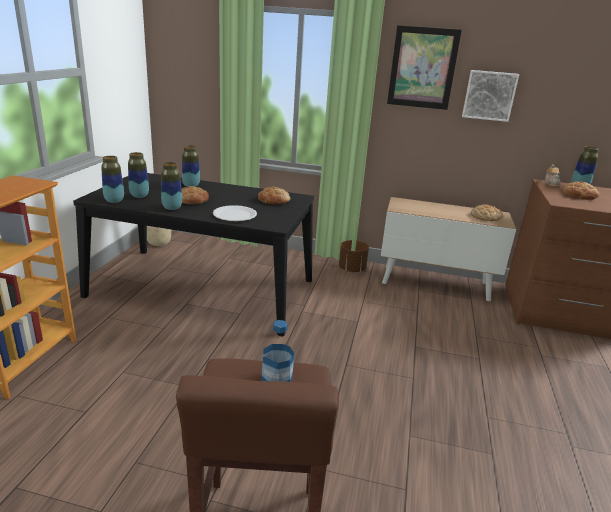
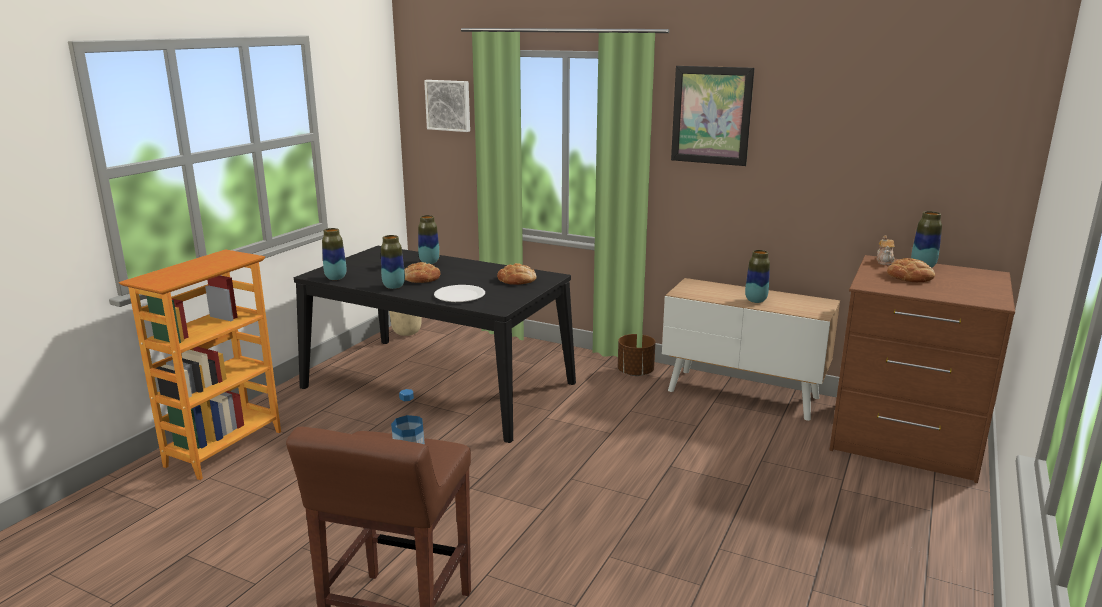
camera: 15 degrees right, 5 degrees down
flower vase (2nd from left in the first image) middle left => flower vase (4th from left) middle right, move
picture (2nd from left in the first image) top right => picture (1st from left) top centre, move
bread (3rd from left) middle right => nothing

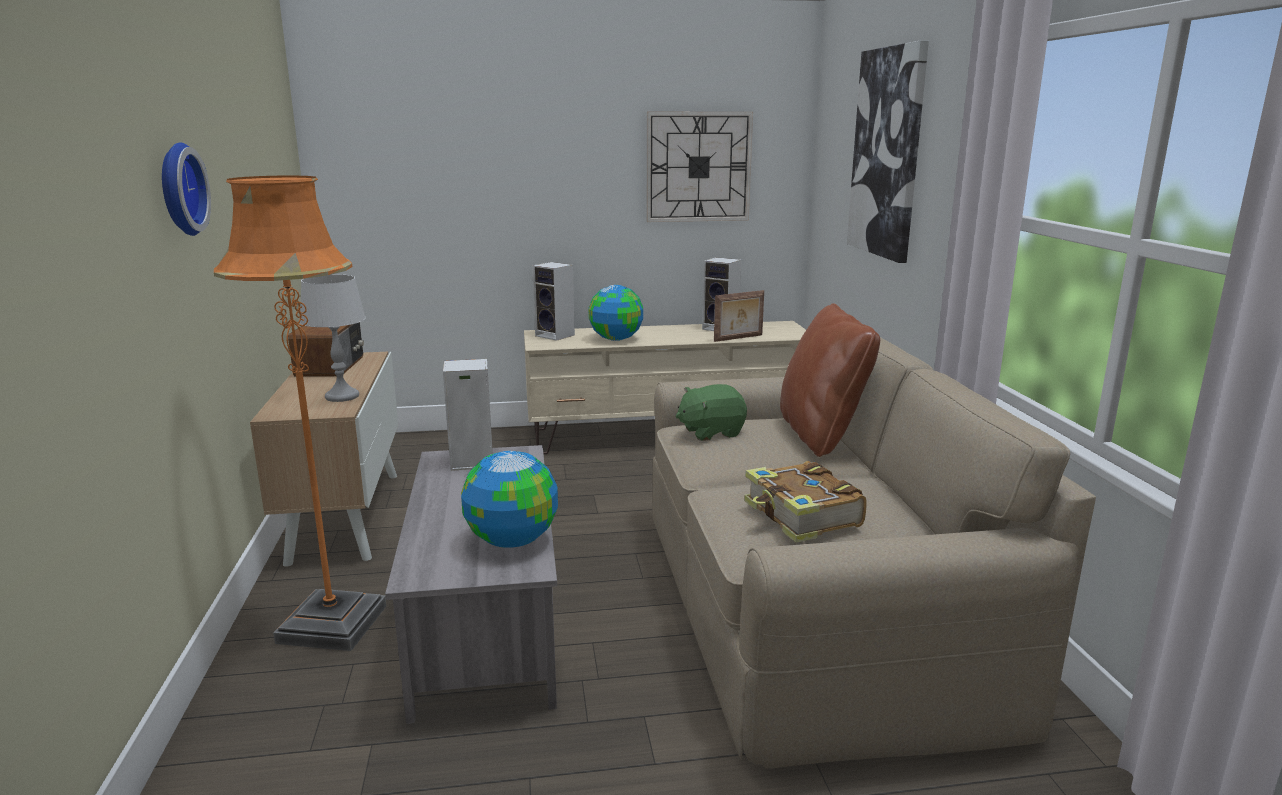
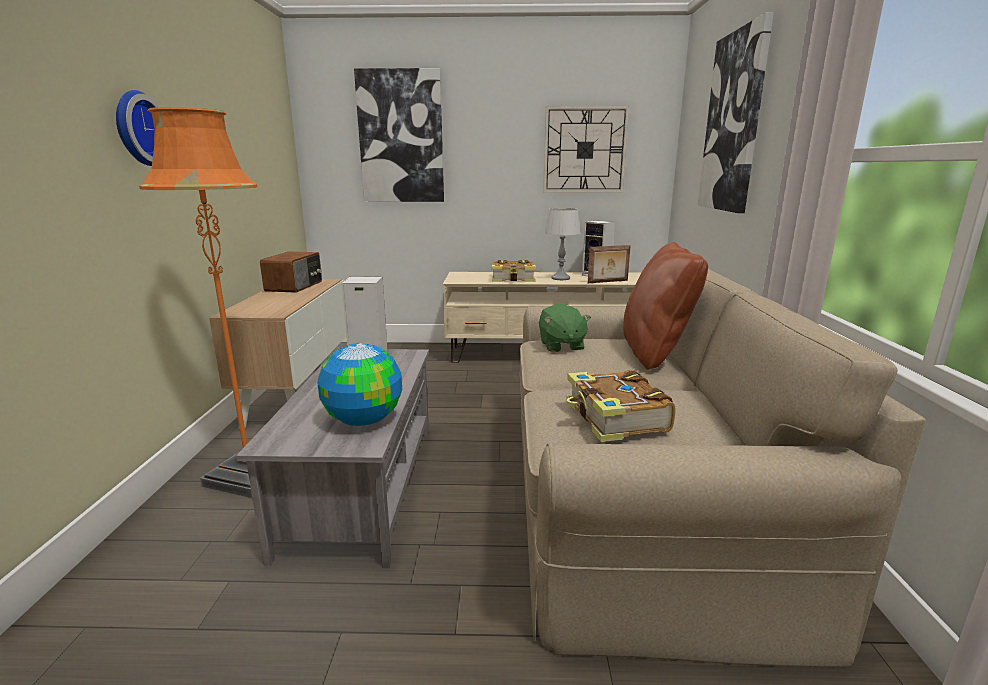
camera: 10 degrees right, 0 degrees up
greyish tabletop lamp middle left => greyish tabletop lamp centre, move
loudspeaker (2nd from left) centre => nothing
world globe (2nd from left) centre => volume (1st from left) centre
green-coloured soft toy centre, 90 degrees counterclockwise
nothing => picture (1st from left) top centre

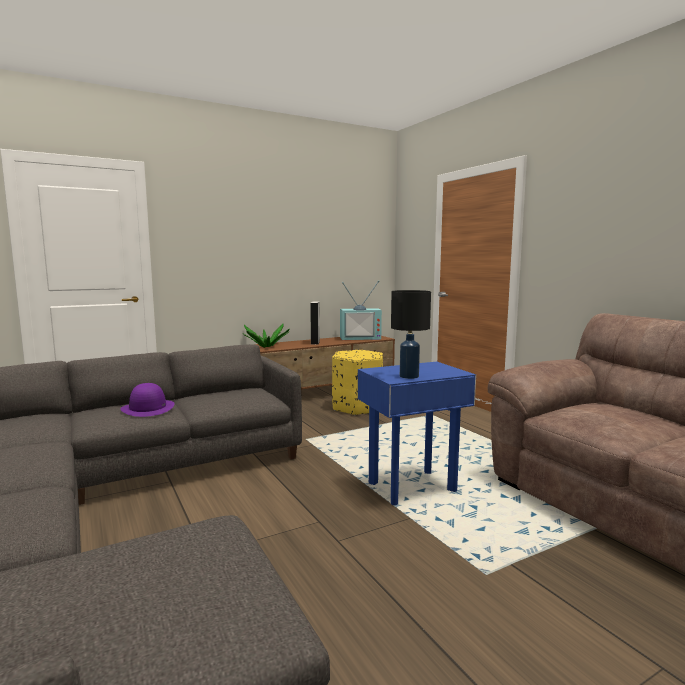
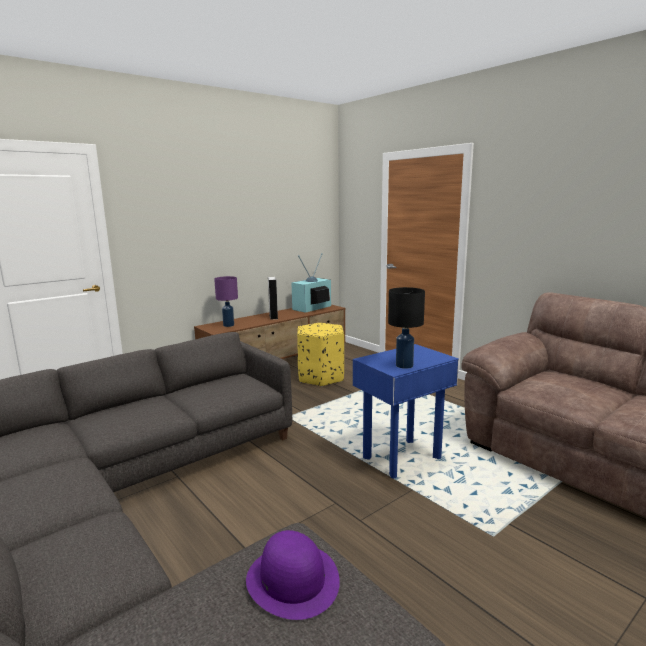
camera: 10 degrees left, 5 degrees up
purplish clothing hat middle left => purplish clothing hat bottom centre, move
plant in a pot centre => purplish tabletop lamp centre
TV set centre, 150 degrees clockwise

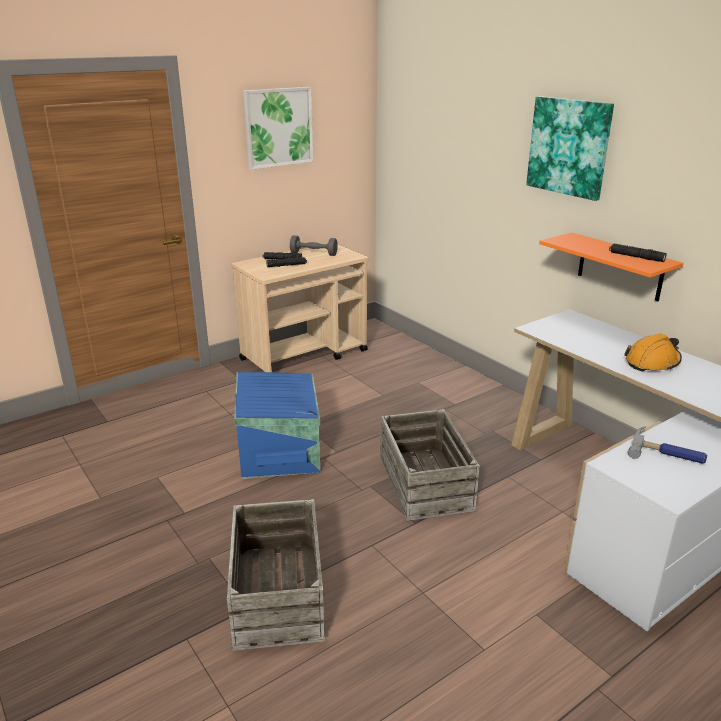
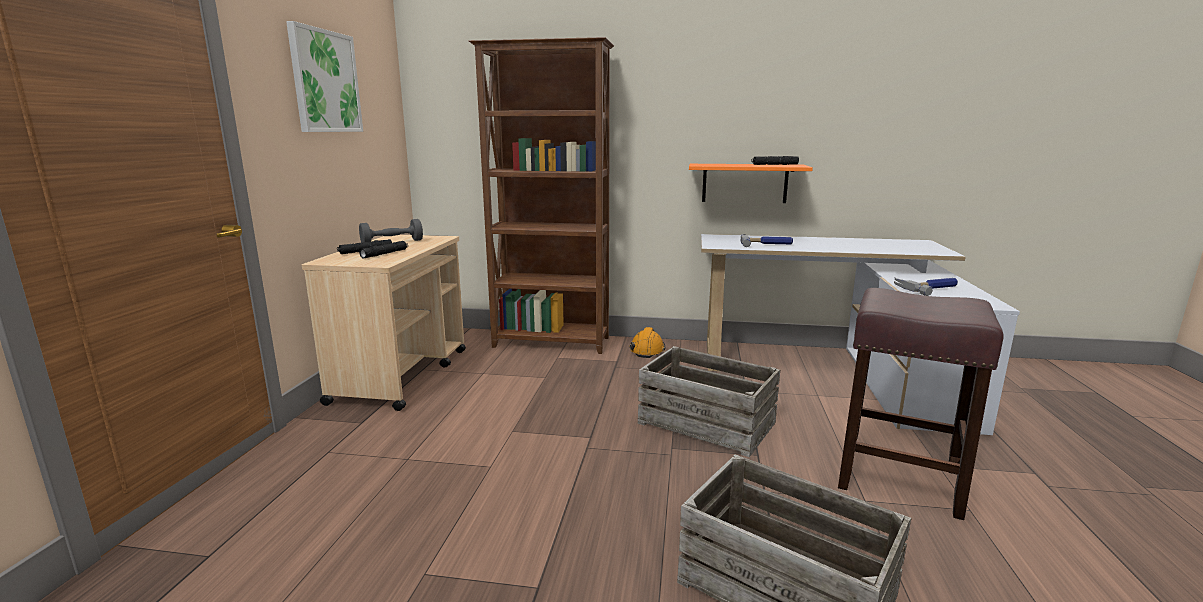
camera: 45 degrees left, 10 degrees down
blue-coloured storage container centre => nothing
picture (2nd from left) top right => nothing
orangey safety helmet middle right => orangey safety helmet centre, move
nothing => brown shelving unit top centre
nothing => hand hammer (1st from left) centre
nothing => brown stool seat bottom right

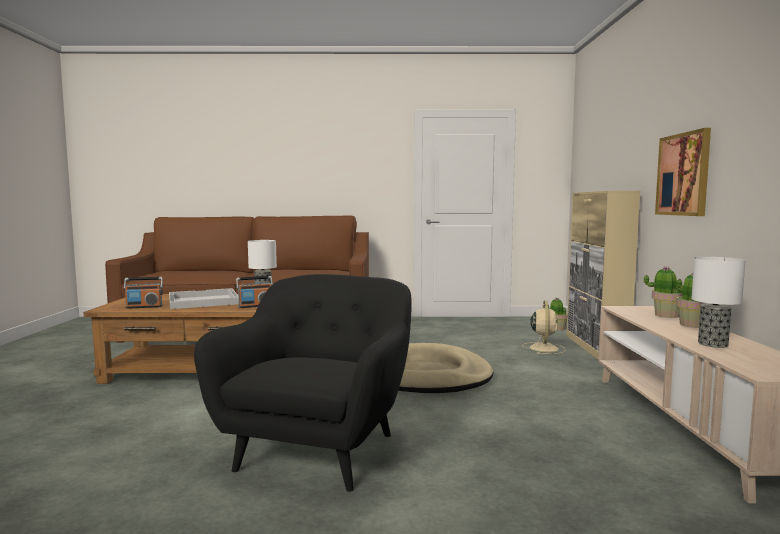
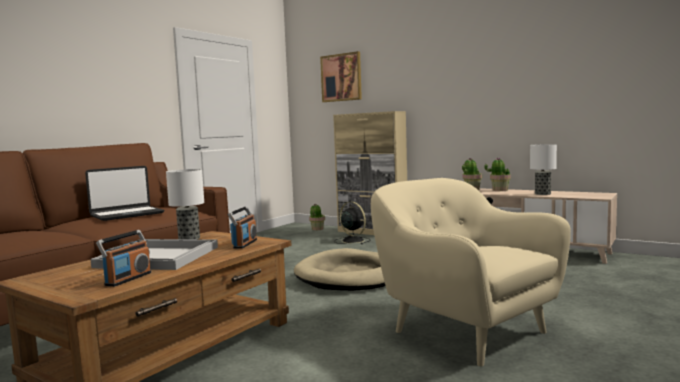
camera: 55 degrees left, 0 degrees up
black lounge chair bottom centre => beige-coloured lounge chair bottom right
beige-coloured cooling fan middle right => black cooling fan centre
picture top right => picture top centre, move
nothing => portable computer middle left

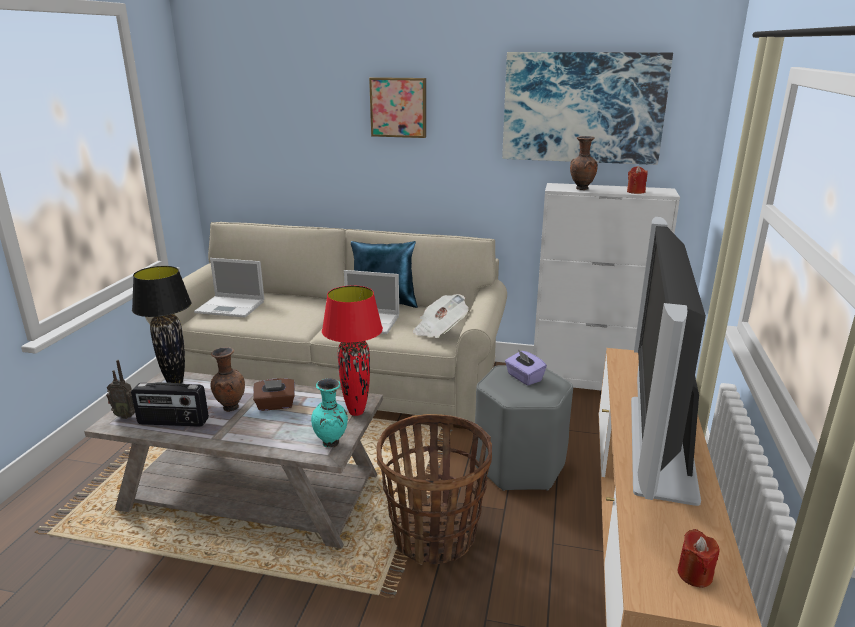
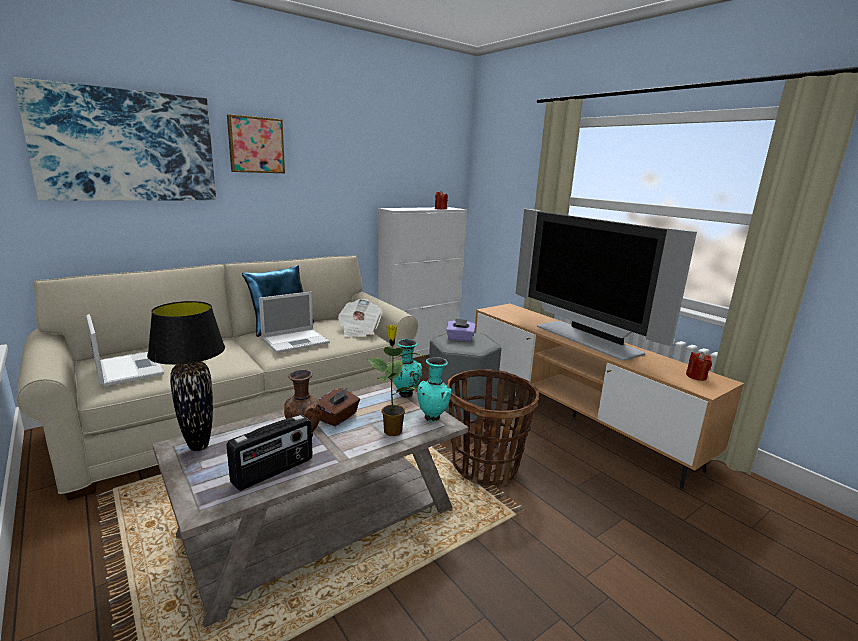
camera: 50 degrees left, 5 degrees down
radio set (1st from left) middle left => nothing
portable computer (1st from left) middle left, 90 degrees counterclockwise
red-coloured tabletop lamp centre => blue-green flower vase (1st from left) centre
picture (2nd from left in the first image) top right => picture (1st from left) top left, move
brown flower vase (2nd from left) top right => nothing
nothing => plant in a pot centre

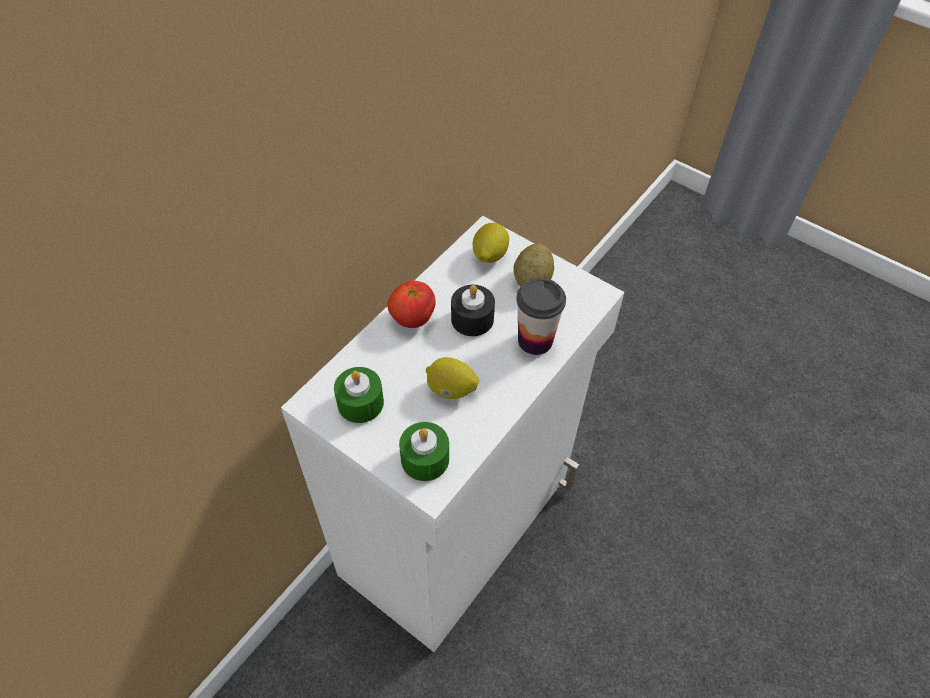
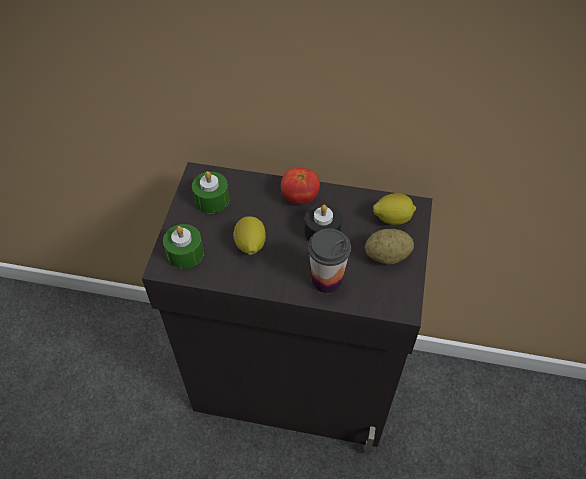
camera: 65 degrees right, 0 degrees up
white cabinet centre => black cabinet centre

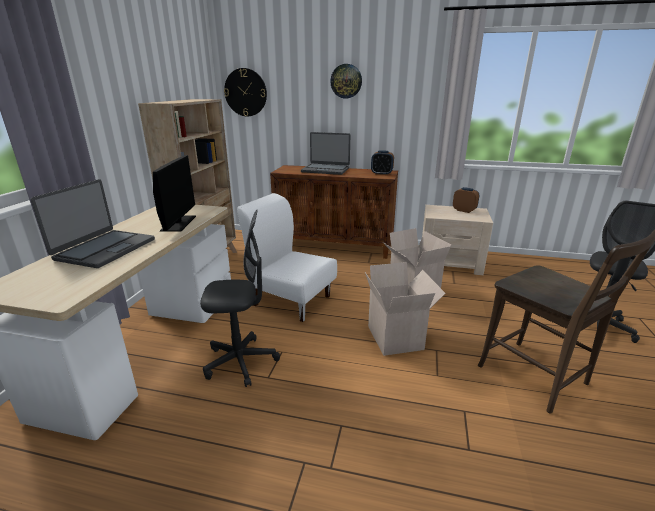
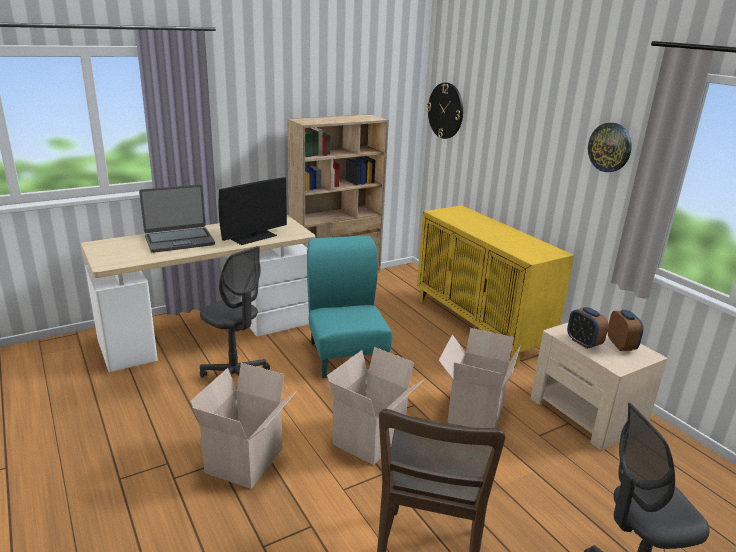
camera: 45 degrees right, 0 degrees up
white plain chair centre => blue-green plain chair centre
brown cabinet centre => yellow-coloured cabinet middle right
portable computer (2nd from left) top centre => nothing
clock on the wall (2nd from left) top centre => clock on the wall (2nd from left) top right, move
bedside clock (1st from left) top centre => bedside clock (1st from left) middle right, move
nothing => packing box (1st from left) bottom left

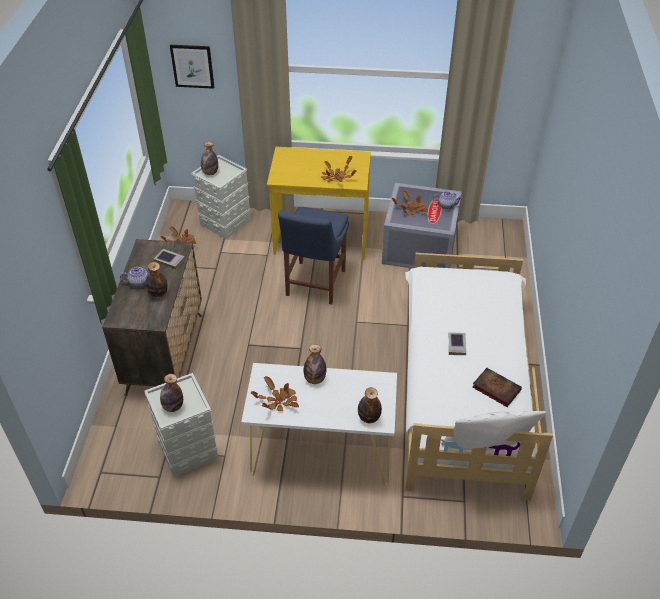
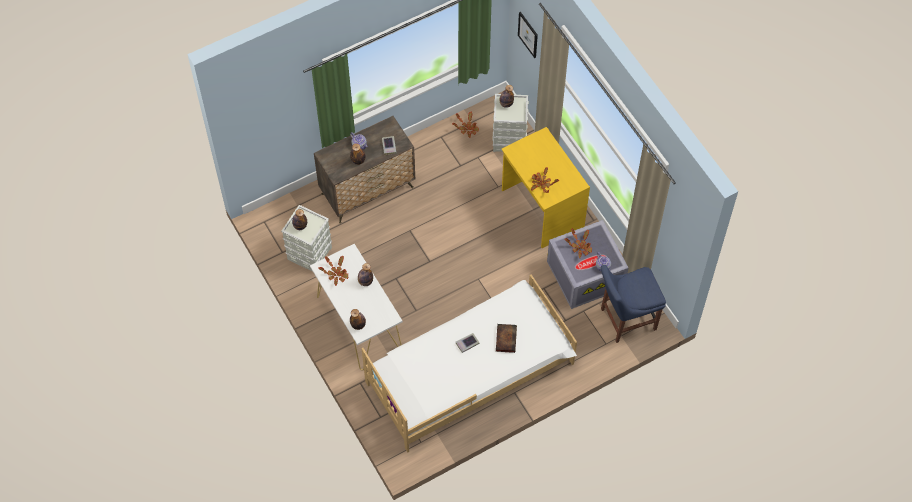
camera: 55 degrees right, 15 degrees up
blue-coloured plain chair centre => blue-coloured plain chair middle right, move
white pillow bottom right => nothing
volume (3rd from left) middle right => volume (3rd from left) bottom centre, move

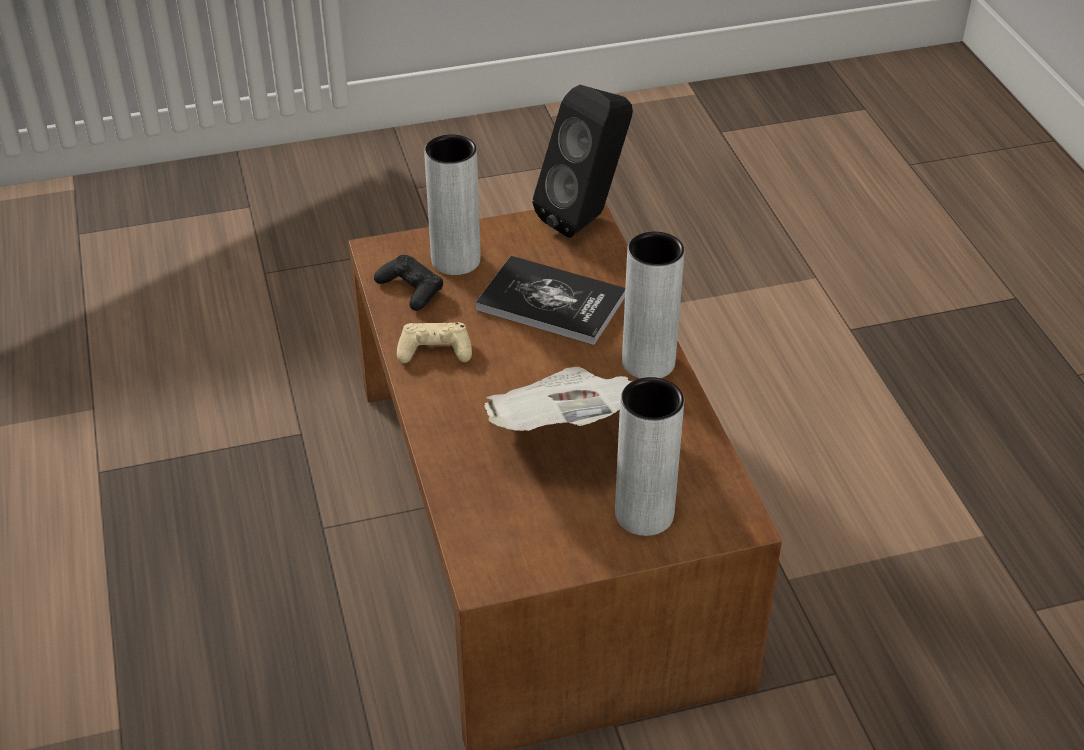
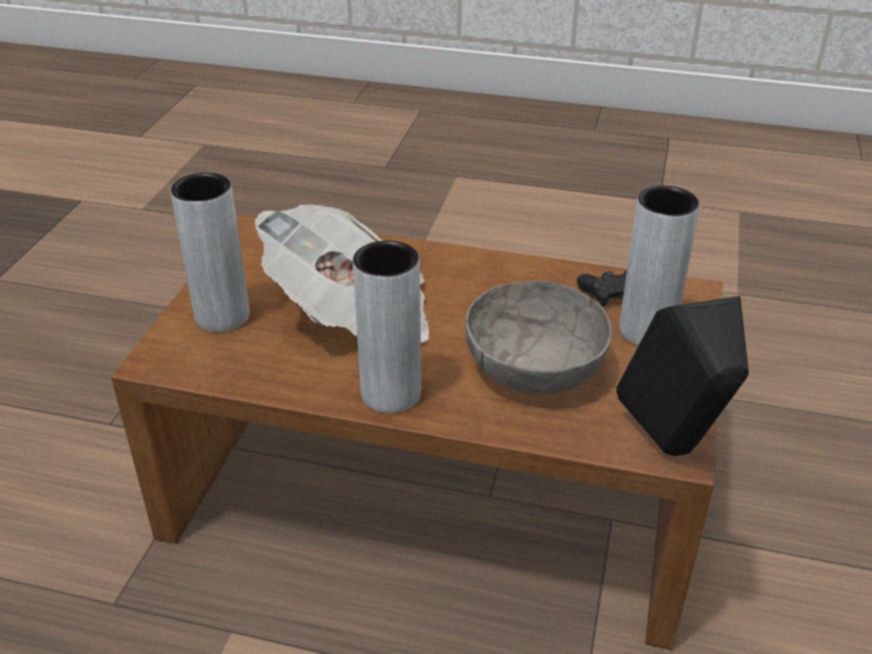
camera: 120 degrees right, 5 degrees down
beige-coloured gamepad centre => nothing
volume centre => greyish serving bowl centre

